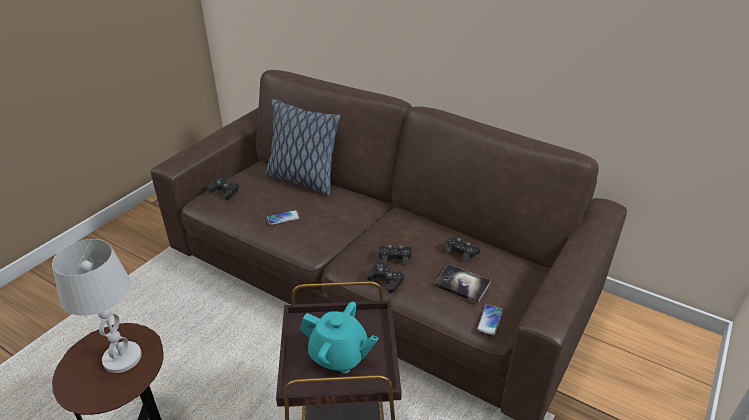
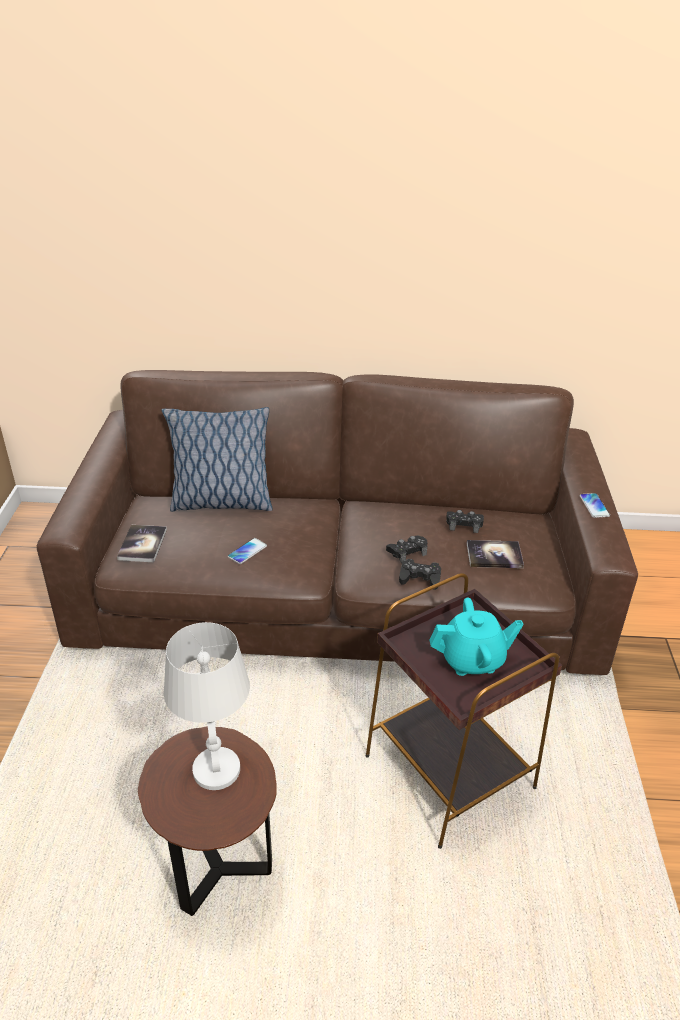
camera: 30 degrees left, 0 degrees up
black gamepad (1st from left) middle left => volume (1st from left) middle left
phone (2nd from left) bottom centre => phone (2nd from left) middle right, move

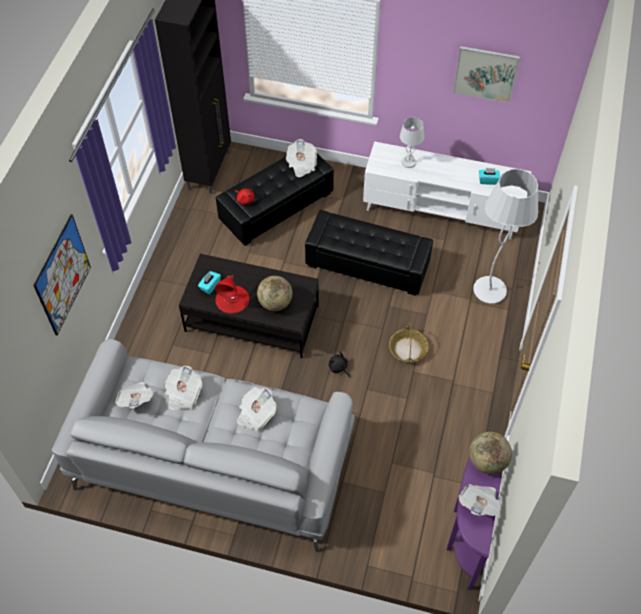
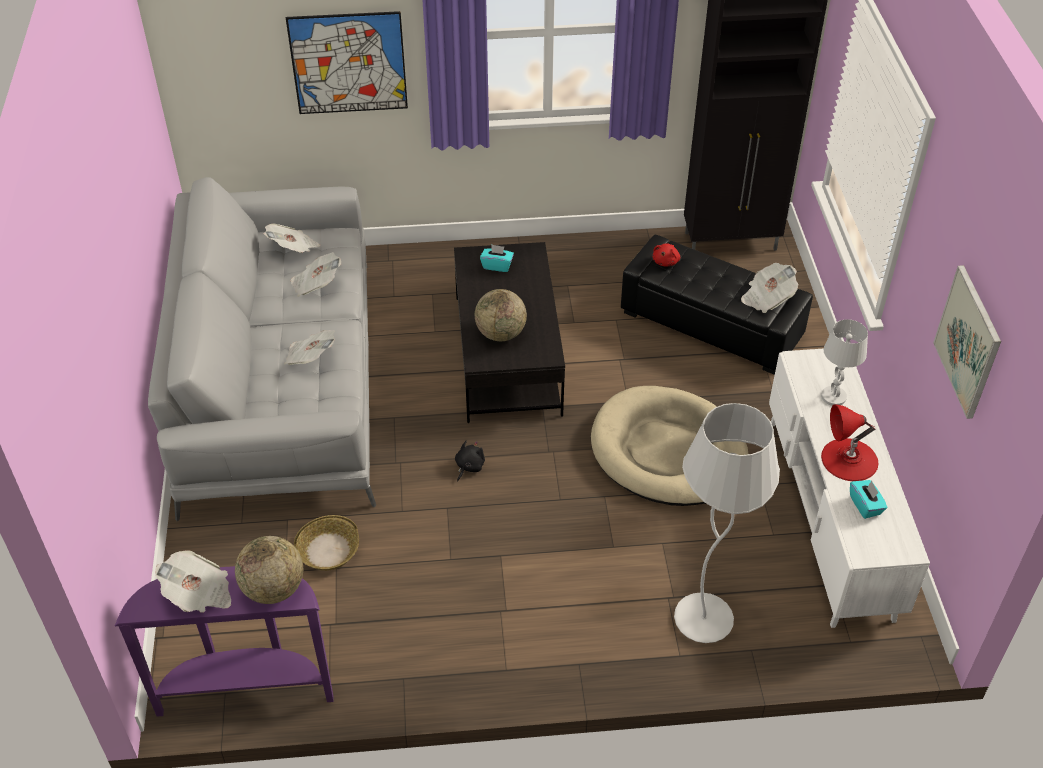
camera: 70 degrees right, 10 degrees down
red-coloured tabletop lamp centre => red-coloured tabletop lamp middle right, move
black ottoman (2nd from left) centre => beige-coloured pet bed centre
basket centre => basket bottom left, move

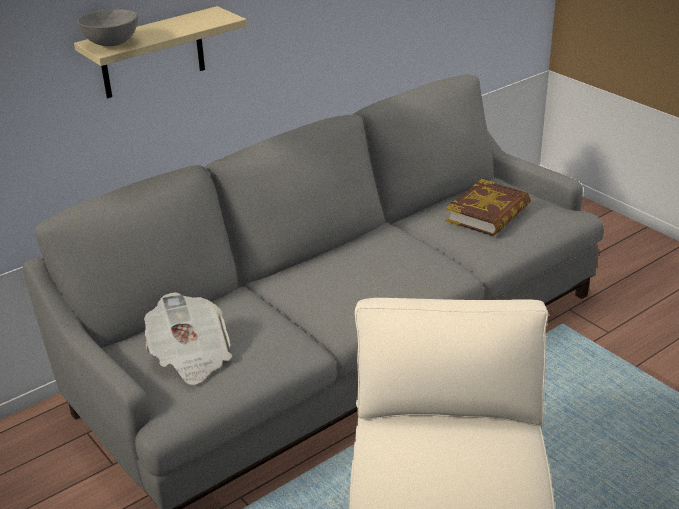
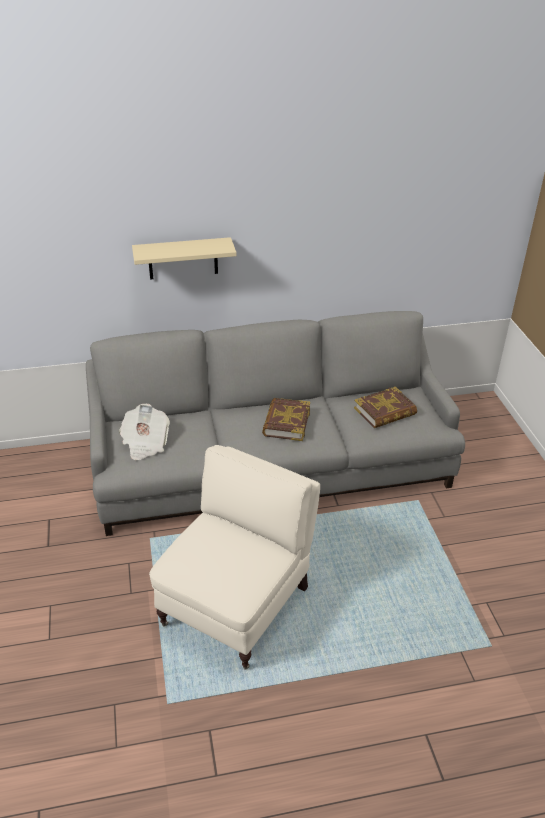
camera: 25 degrees right, 5 degrees up
greyish serving bowl top left => nothing
nothing => volume (1st from left) centre

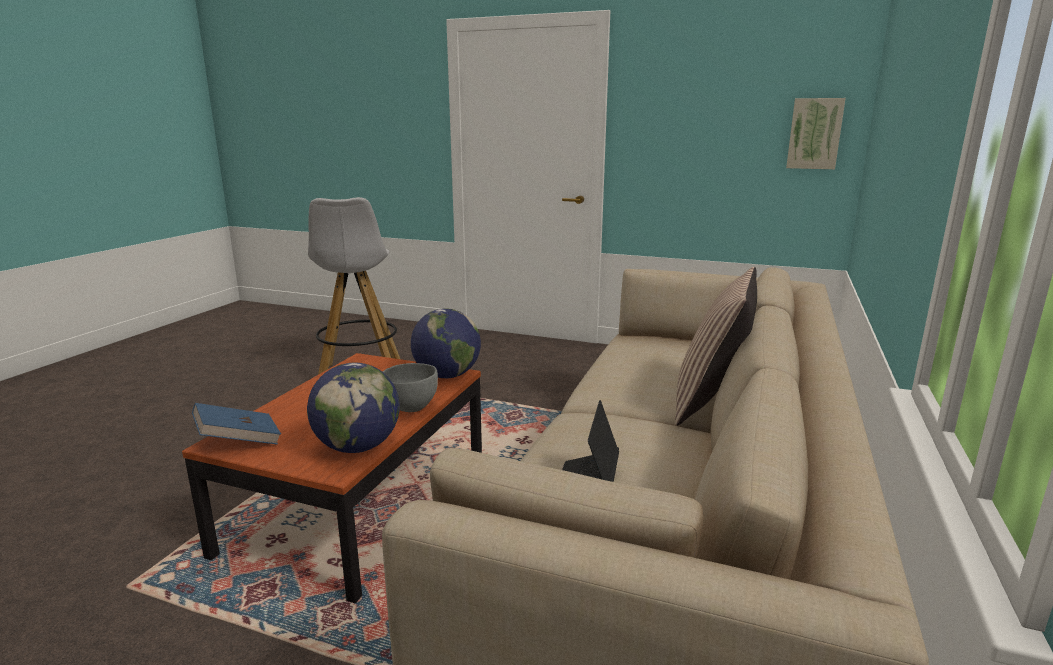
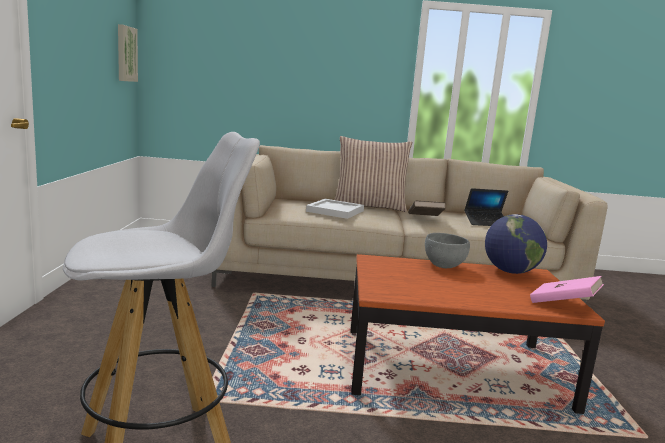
camera: 110 degrees left, 5 degrees down
blue-coloured volume middle left => pink-coloured volume middle right
world globe (2nd from left) centre => nothing
nothing => white serving tray centre
nothing => brown volume centre

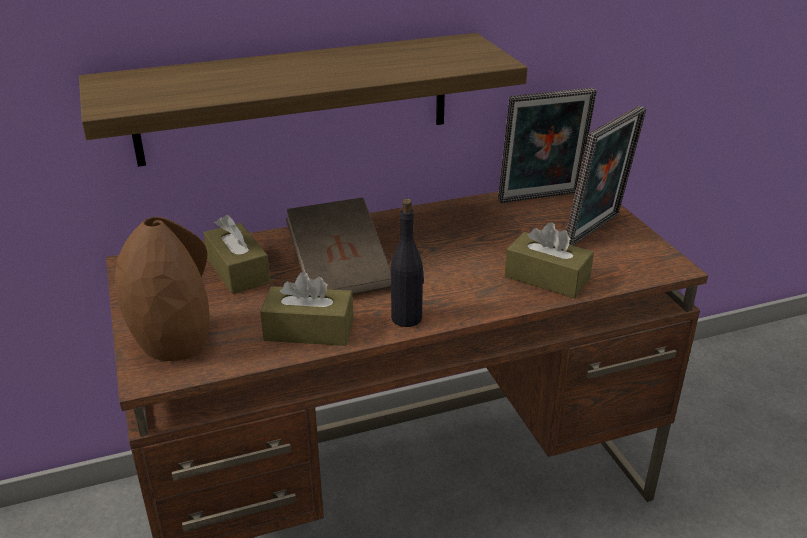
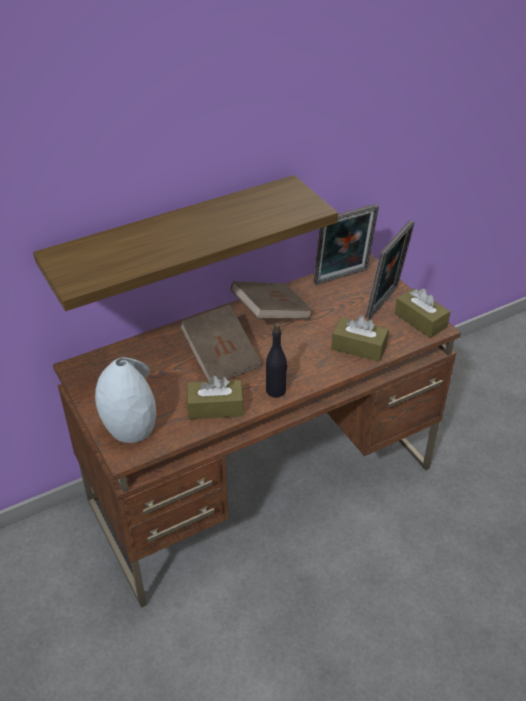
camera: 10 degrees left, 10 degrees up
brown flower vase middle left => greyish flower vase middle left
brown tissue holder (1st from left in the first image) middle left => brown tissue holder (3rd from left) middle right, move
nothing => brown volume (2nd from left) centre

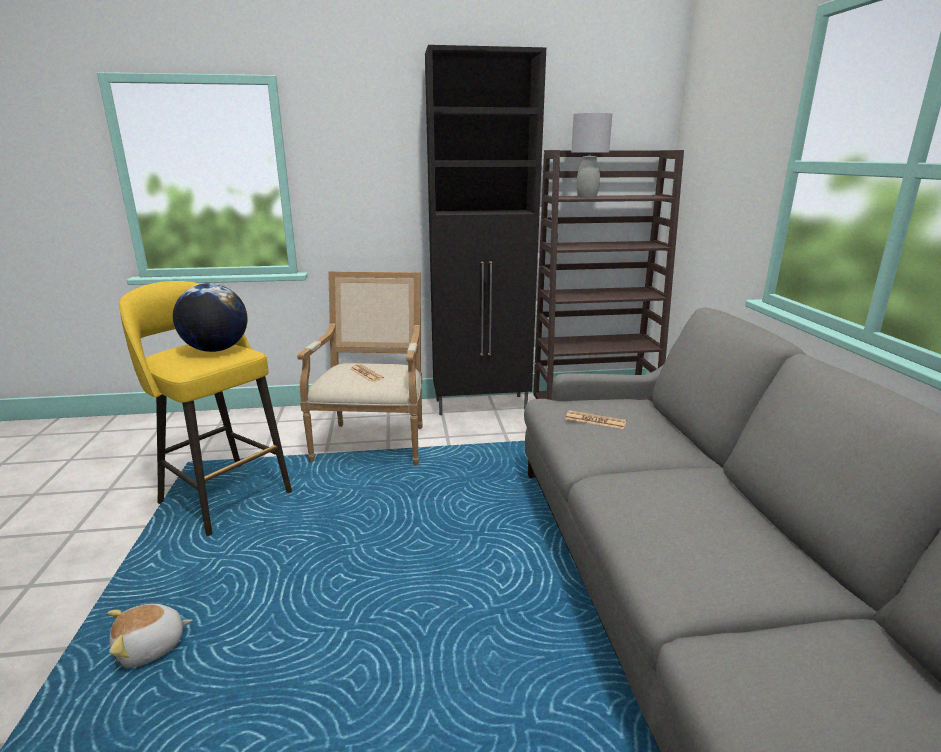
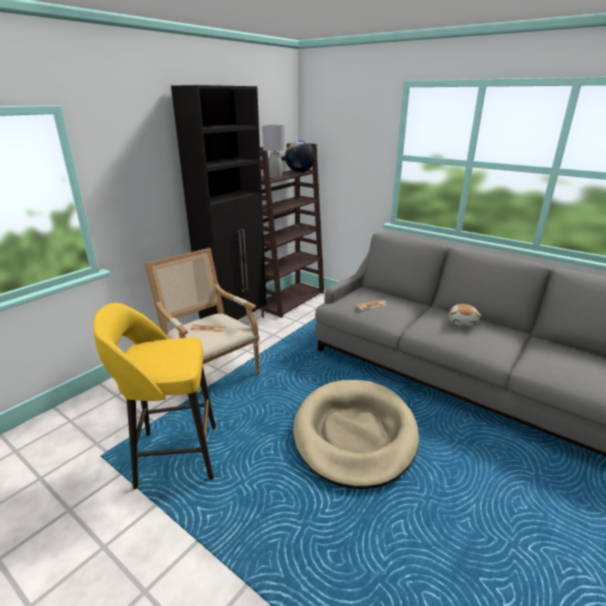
camera: 45 degrees left, 5 degrees up
soft toy bottom left => soft toy middle right, move
world globe middle left => world globe top centre, move
nothing => beige-coloured pet bed bottom centre

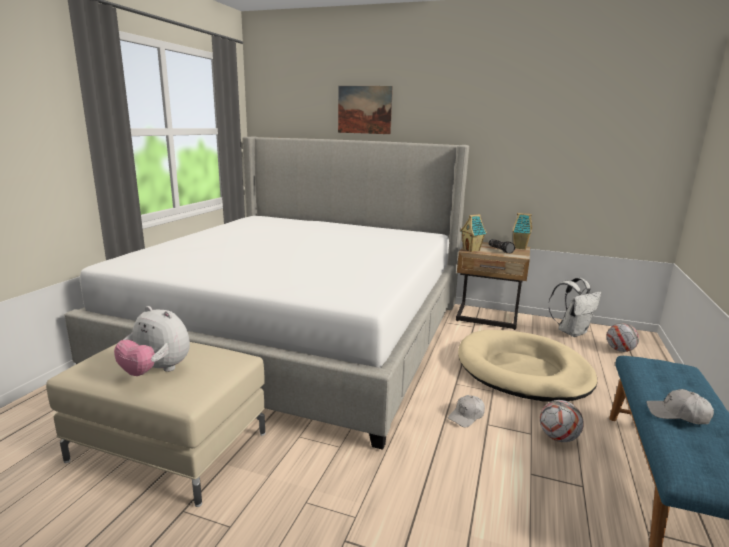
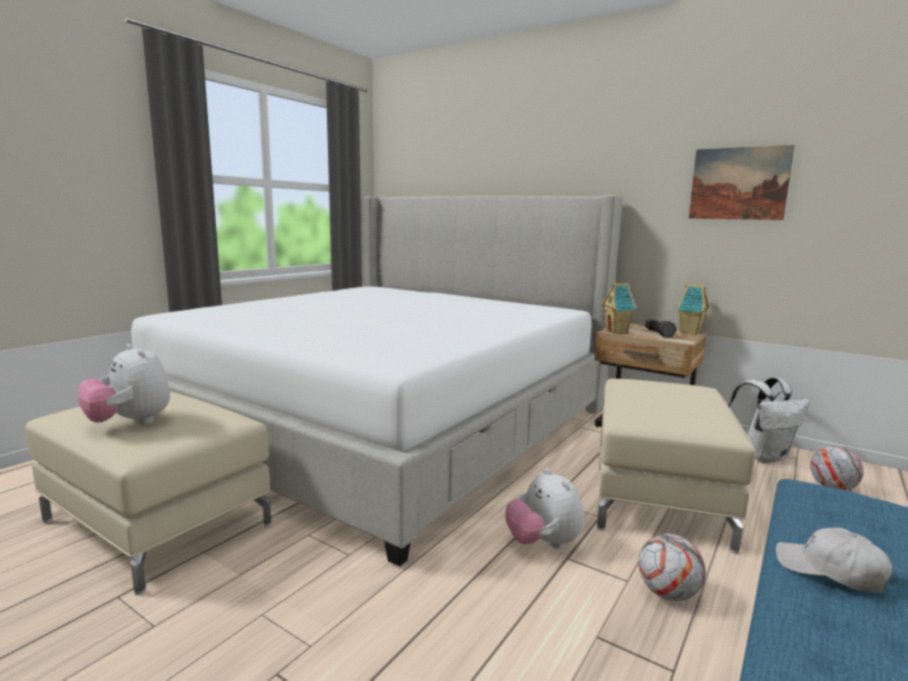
camera: 15 degrees right, 5 degrees down
picture top centre => picture top right, move
white baseball cap (1st from left) bottom centre => soft toy (2nd from left) bottom centre
beige-coloured pet bed bottom right => beige-coloured ottoman (2nd from left) bottom right

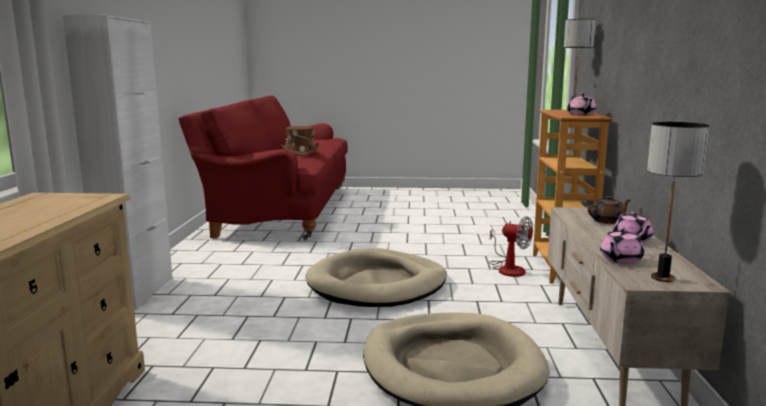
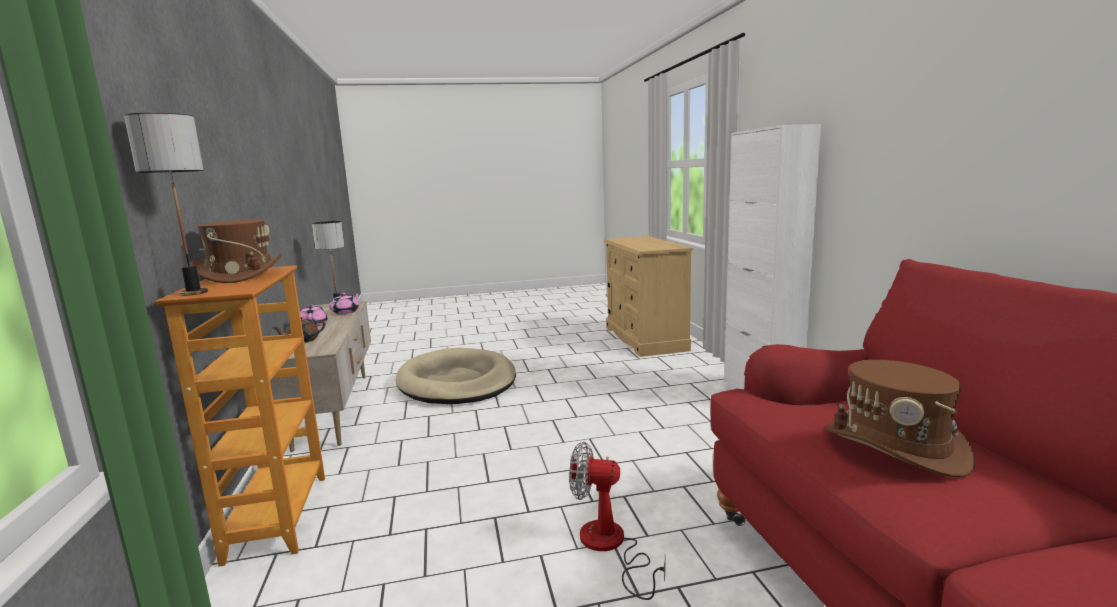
camera: 165 degrees right, 0 degrees up
beige-coloured pet bed (1st from left) bottom centre => nothing
cooling fan middle right => cooling fan bottom centre, move
pink-coloured pot for tea (1st from left) top right => brown clothing hat (1st from left) middle left

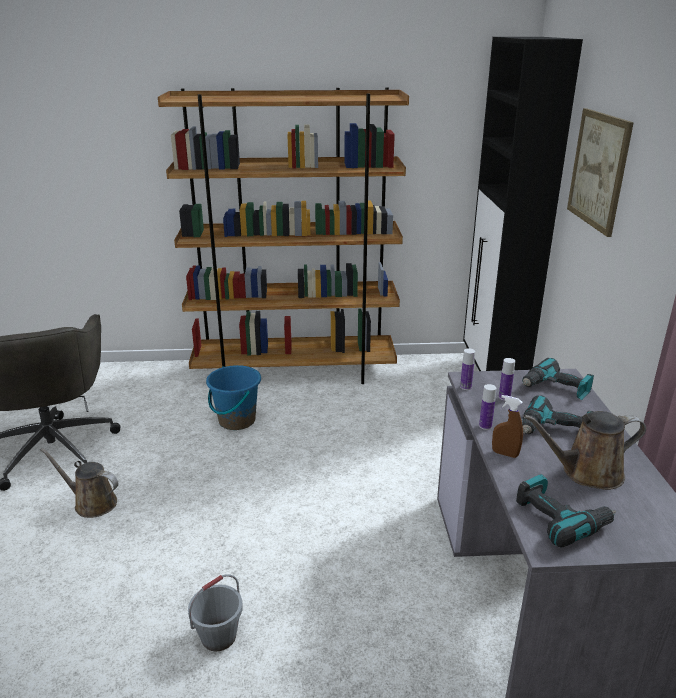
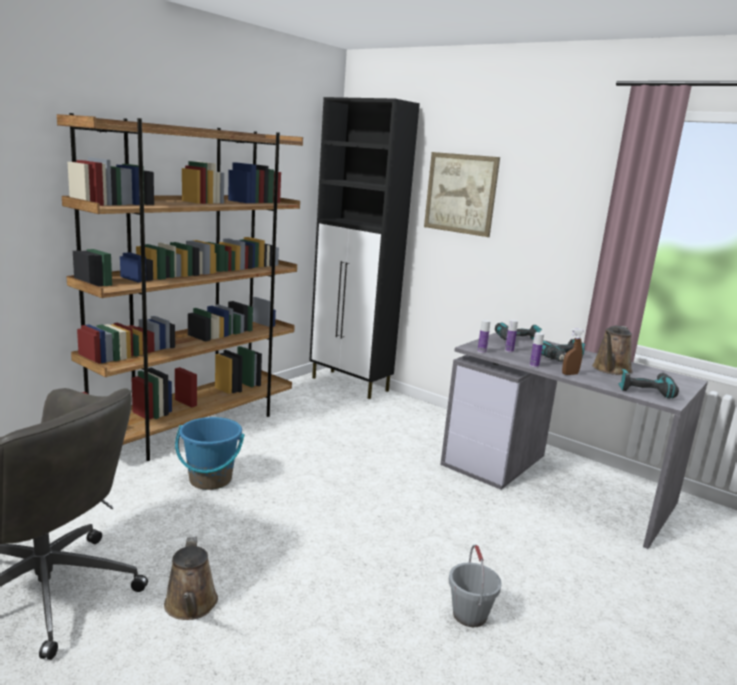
camera: 50 degrees left, 10 degrees down
brown sprinkling can (1st from left) bottom left, 75 degrees counterclockwise

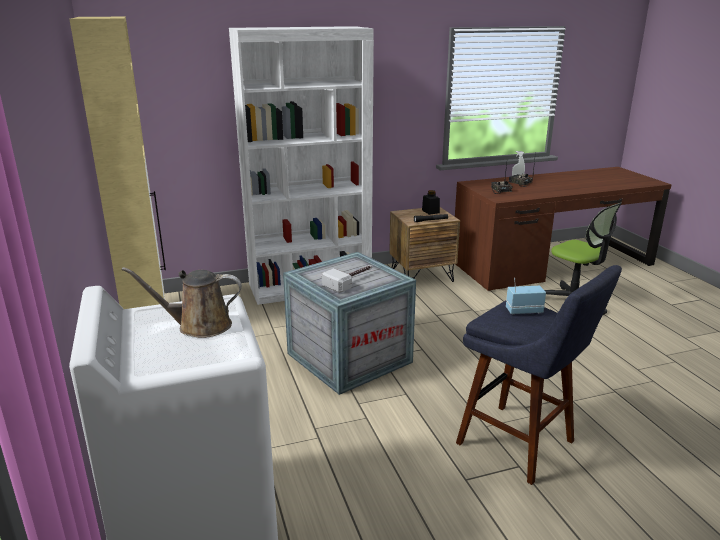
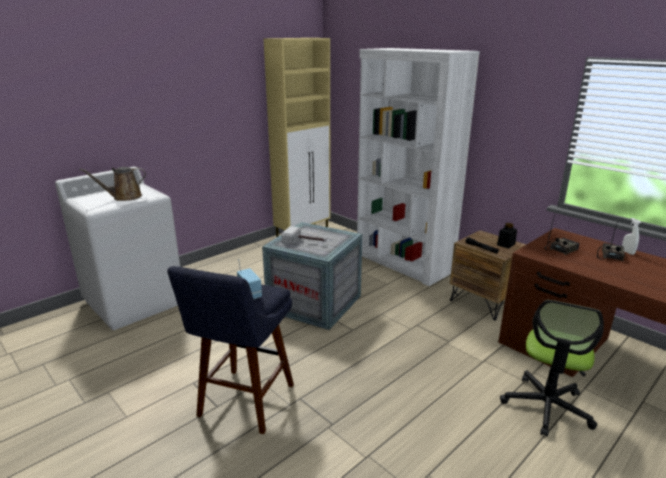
camera: 65 degrees right, 0 degrees up
brown sprinkling can middle left, 90 degrees counterclockwise

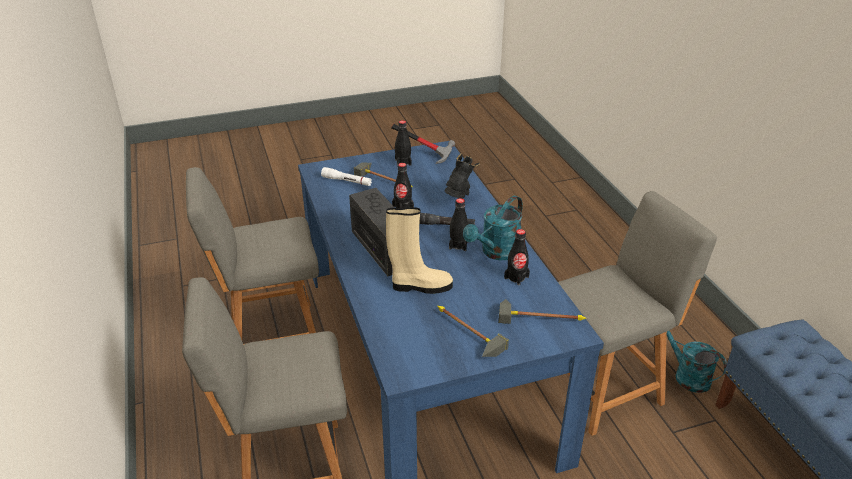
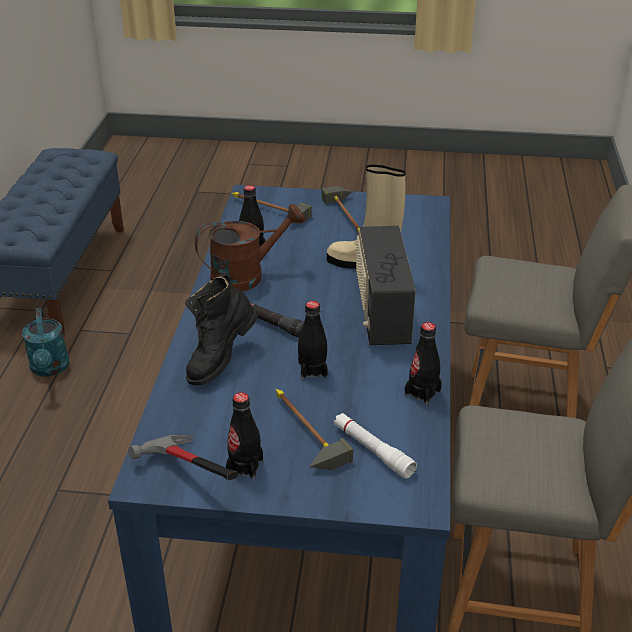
camera: 155 degrees left, 0 degrees up
black drink bottle (3rd from left in the first image) centre => black drink bottle (4th from left) middle right, move
blue-green sprinkling can (1st from left) centre => brown sprinkling can centre
greyish plain chair (3rd from left) middle right => nothing

